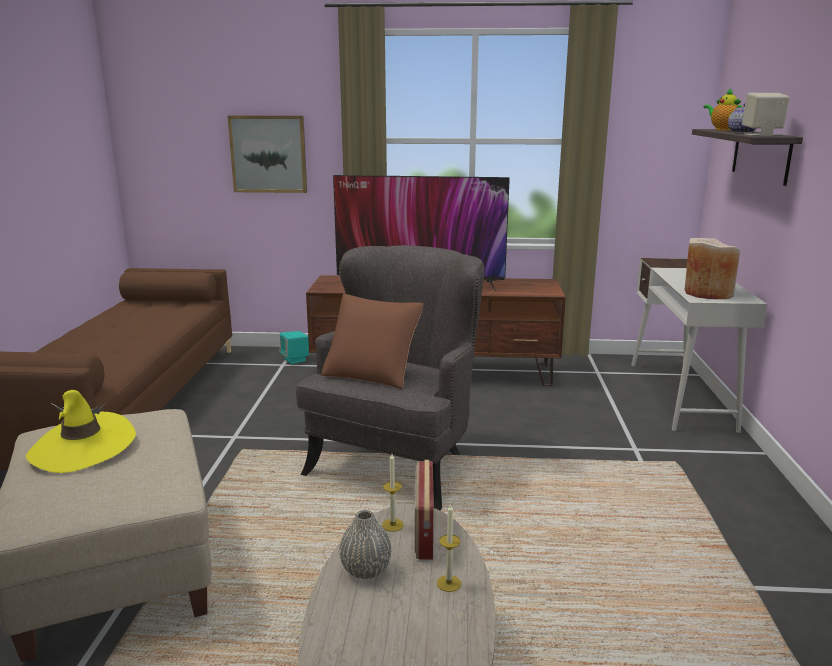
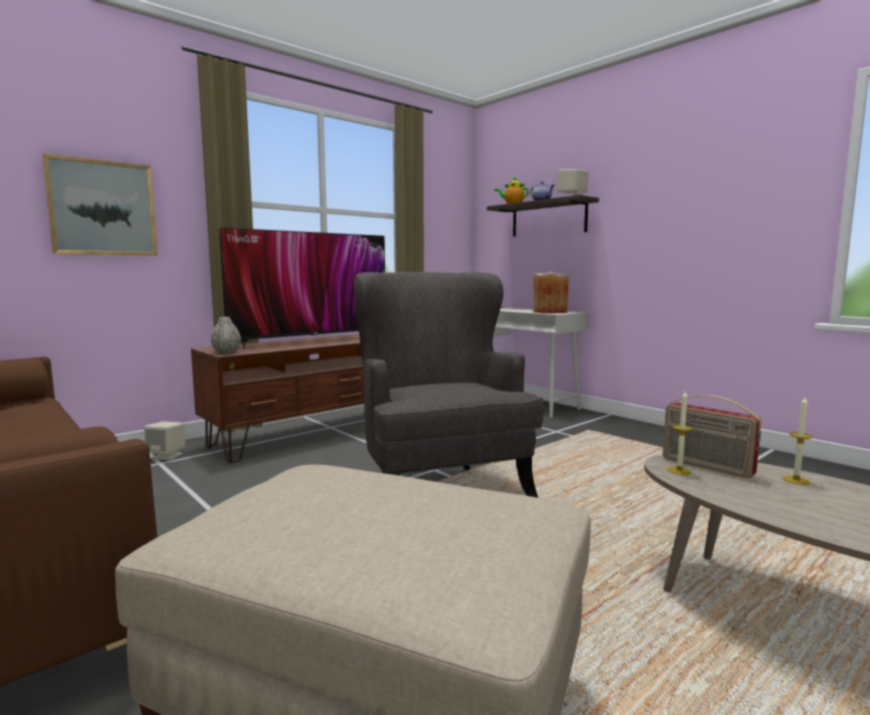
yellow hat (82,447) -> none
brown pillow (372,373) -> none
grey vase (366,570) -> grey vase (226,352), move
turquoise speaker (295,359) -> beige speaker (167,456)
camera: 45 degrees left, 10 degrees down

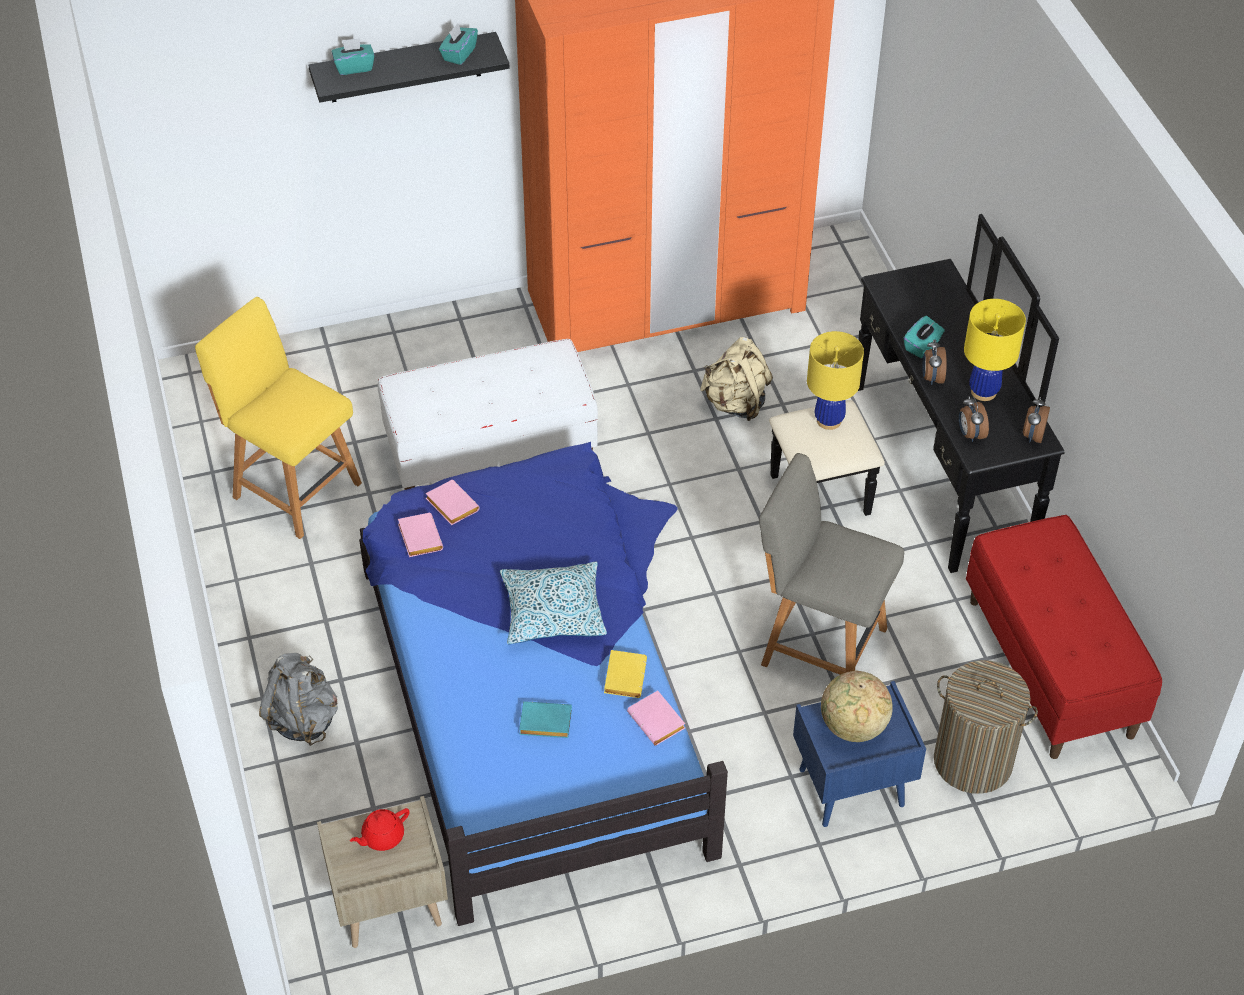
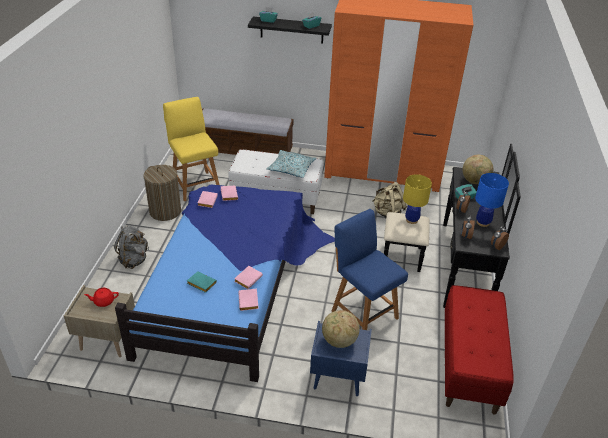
none -> bench (245,149)
none -> globe (475,181)
pillow (553,612) -> pillow (291,168), move
laundry basket (972,761) -> laundry basket (165,211), move
yellow book (623,676) -> pink book (248,278)
grey chair (819,644) -> blue chair (363,313)
yellow table lamp (983,391) -> blue table lamp (483,222)
camera: 25 degrees right, 10 degrees down

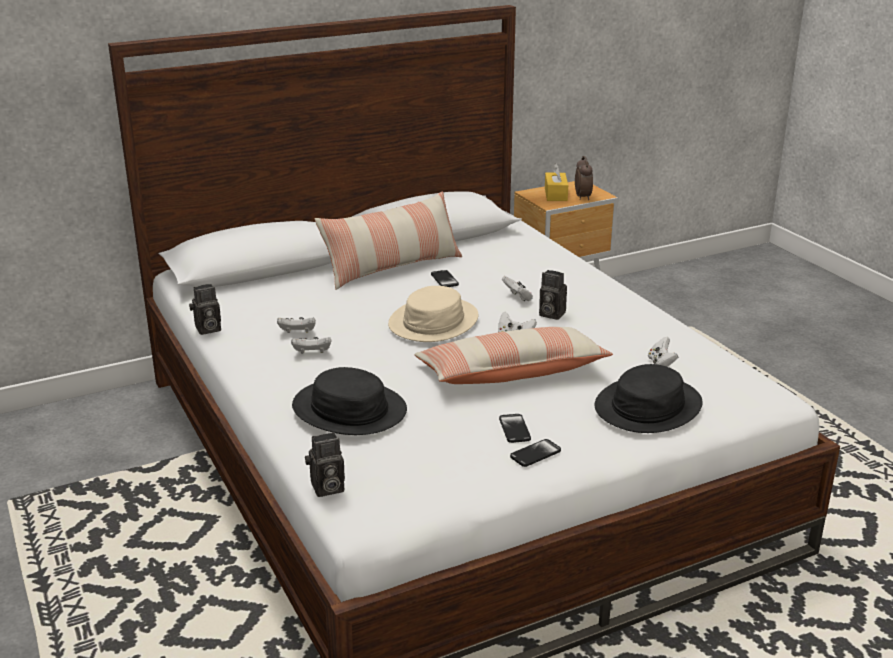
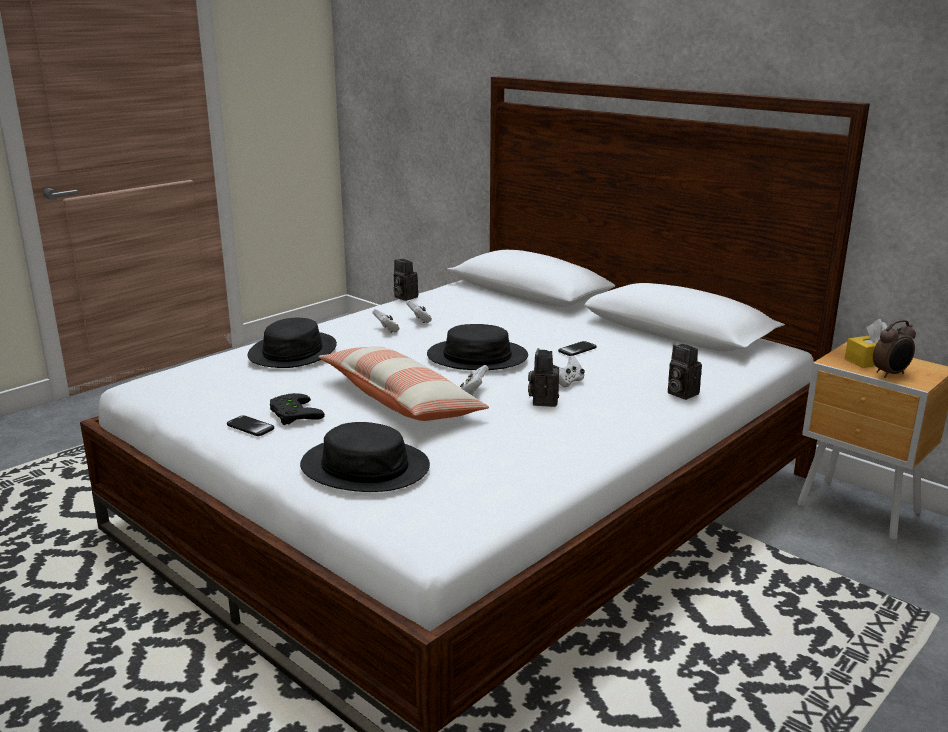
pillow (392,267) -> none
white game controller (661,364) -> none
photo camera (326,488) -> photo camera (680,393), move
phone (514,429) -> black game controller (291,414)
beige hat (434,322) -> black hat (477,357)
camera: 70 degrees right, 5 degrees down

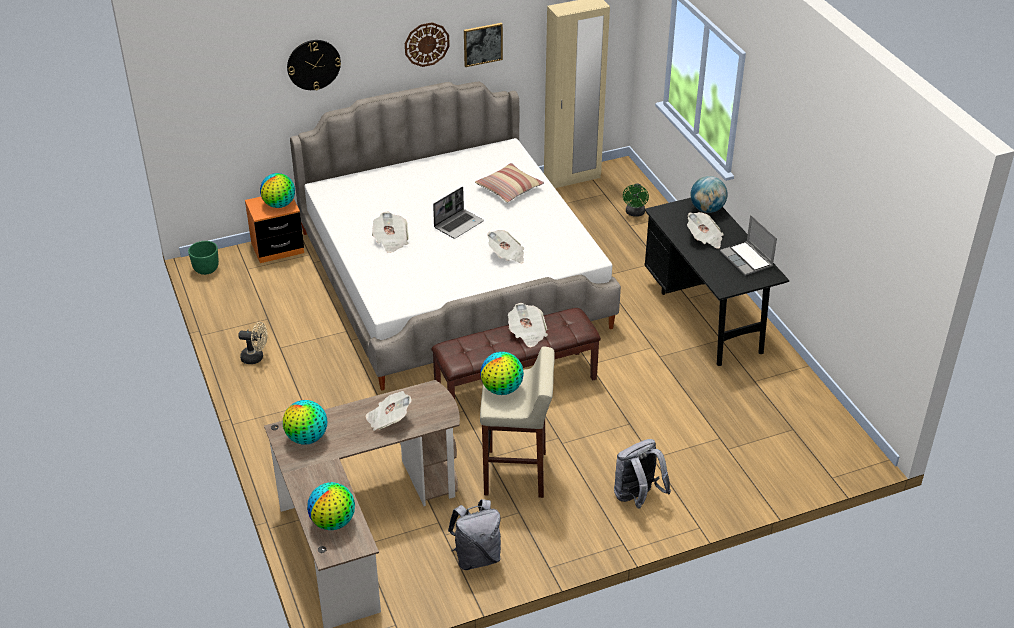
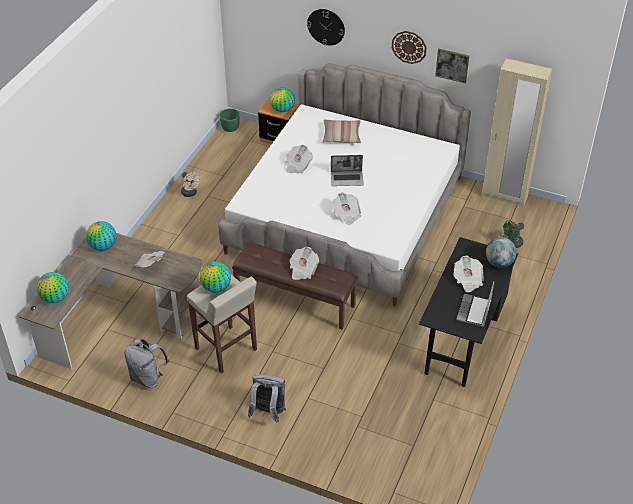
pillow (509,189) -> pillow (341,135), move
camera: 45 degrees right, 5 degrees up

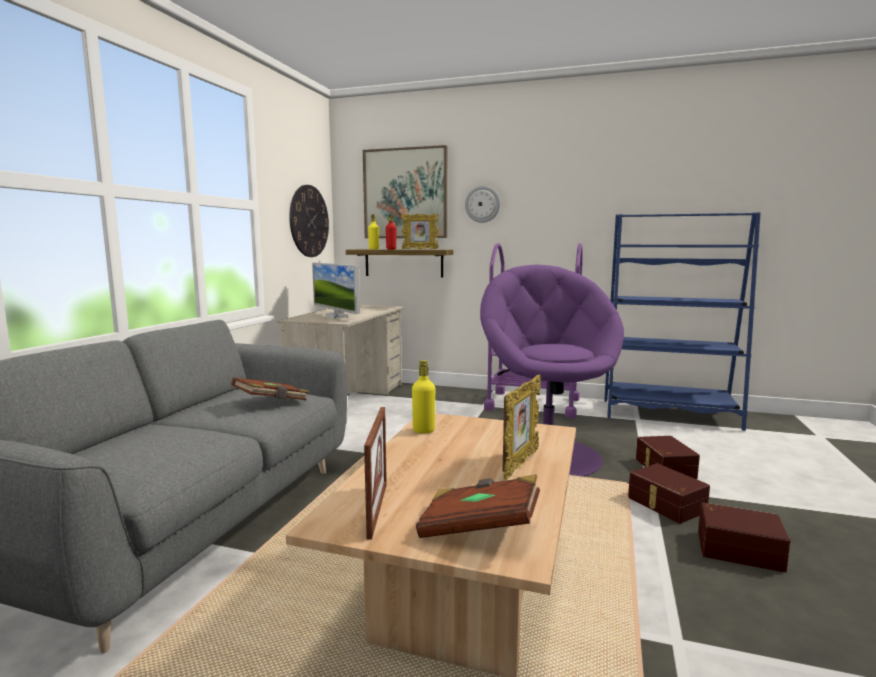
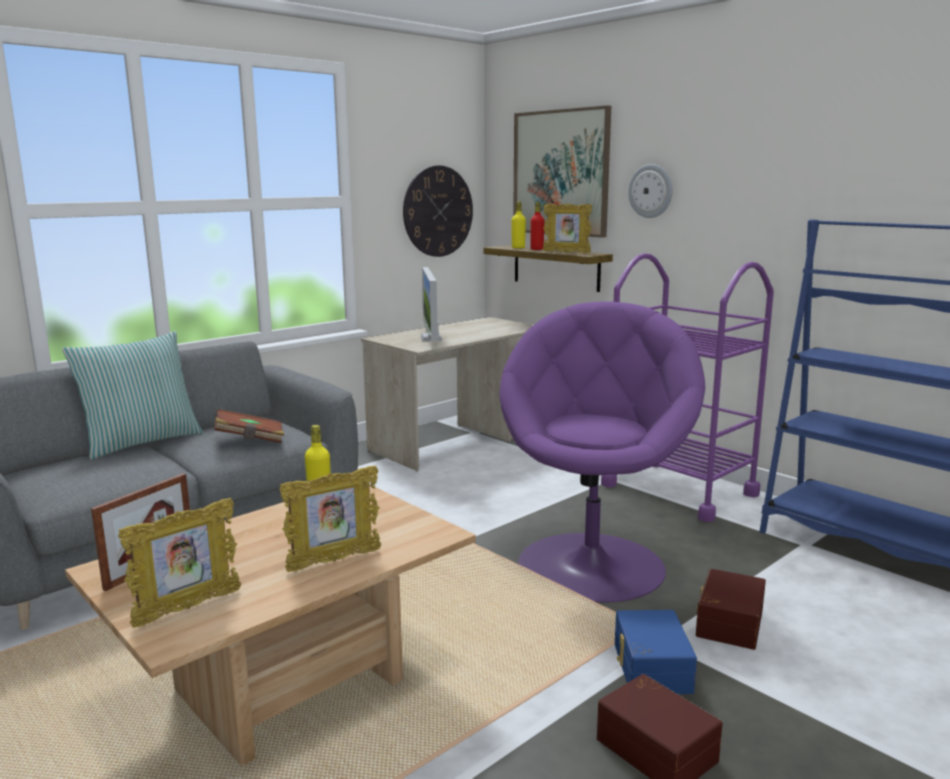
none -> pillow (141,442)
brown book (479,528) -> picture frame (187,608)
brown storage box (665,505) -> blue storage box (650,667)
camera: 30 degrees right, 5 degrees up

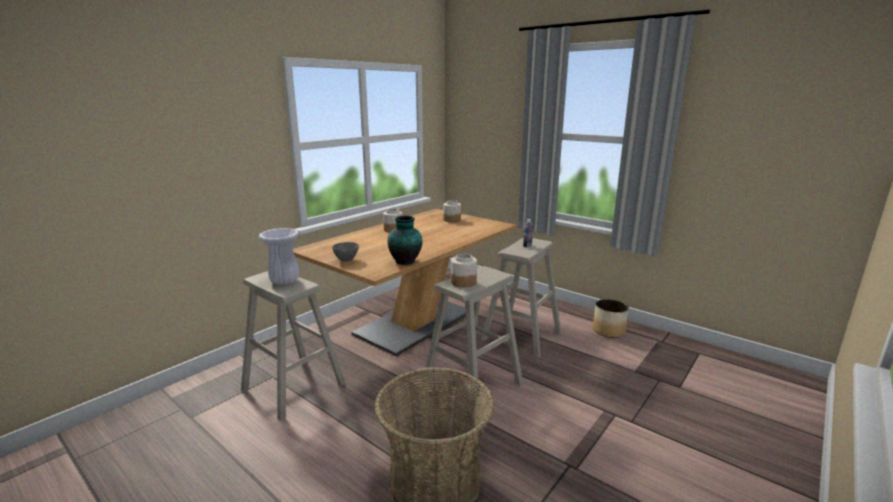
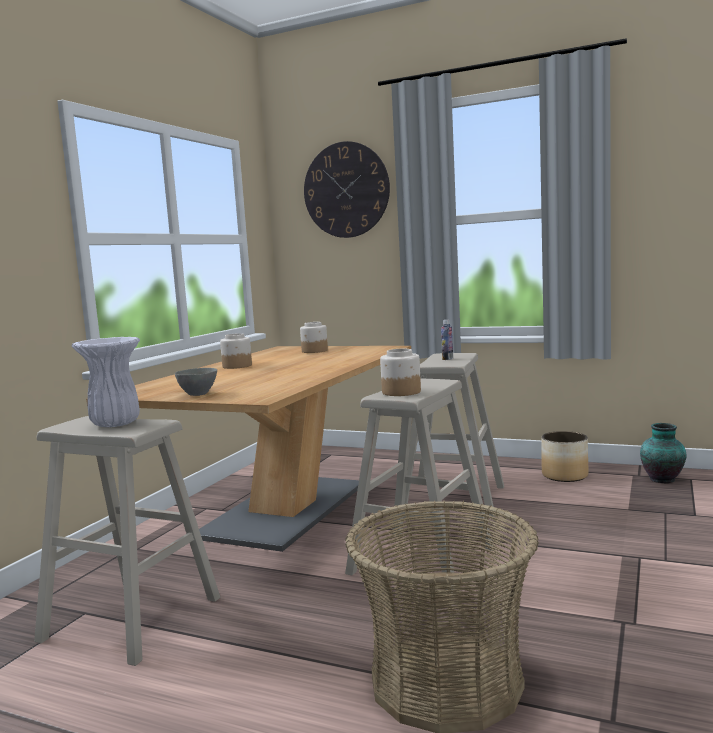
none -> wall clock (346,190)
vase (406,261) -> vase (663,479), move
camera: 15 degrees left, 10 degrees down

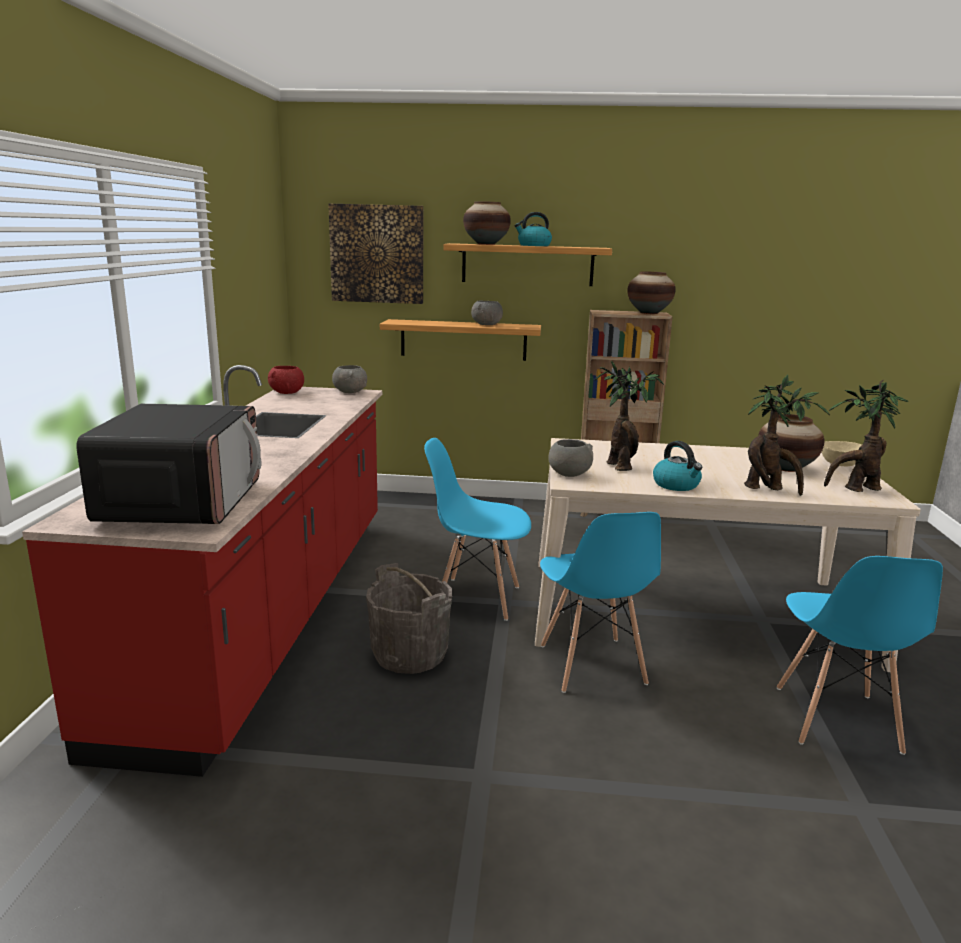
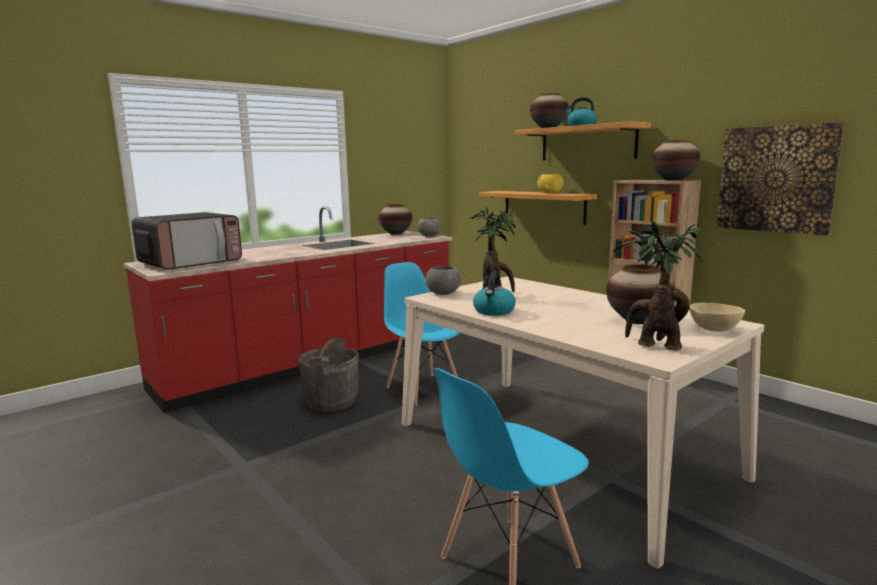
blue chair (591,665) -> none
potted plant (768,489) -> none
picture (377,254) -> picture (776,179), move
red bowl (287,392) -> vase (396,233)
grey bowl (486,324) -> yellow bowl (550,193)
camera: 45 degrees right, 5 degrees down

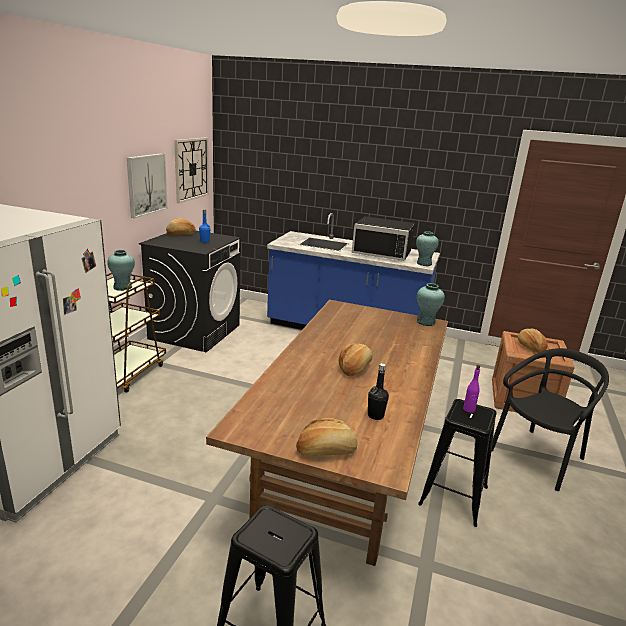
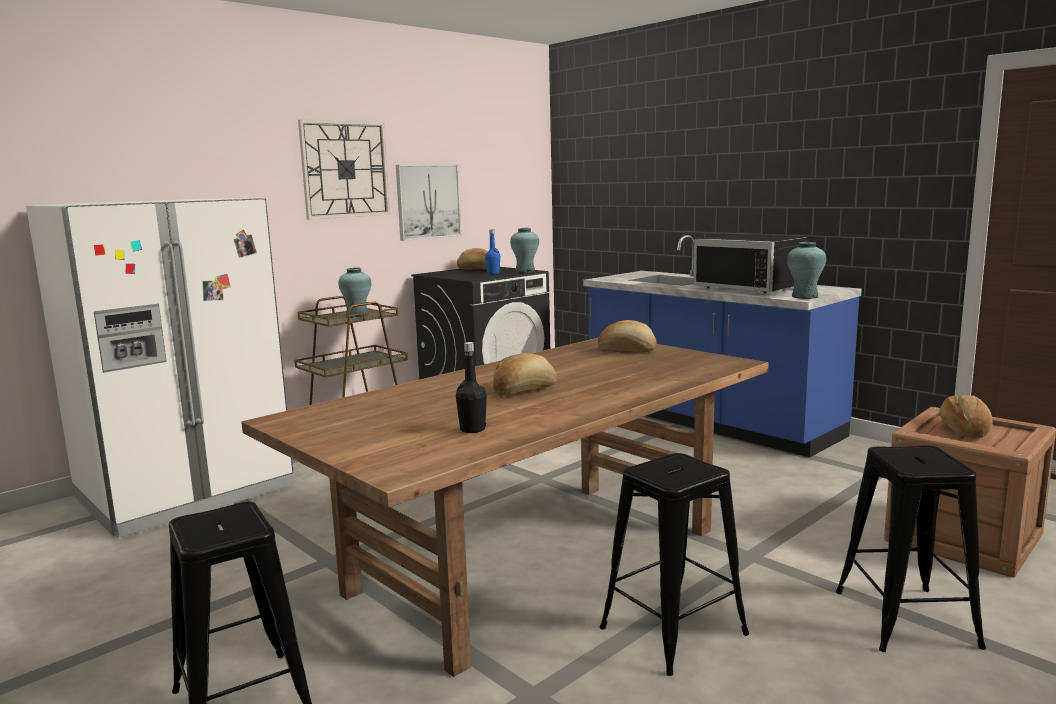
purple bottle (469,409) -> none
wall clock (191,169) -> wall clock (345,169), move
bread (326,451) -> bread (627,351), move
turquoise vase (426,322) -> turquoise vase (525,271), move
black chair (538,457) -> black stool (905,618)
camera: 30 degrees right, 10 degrees down

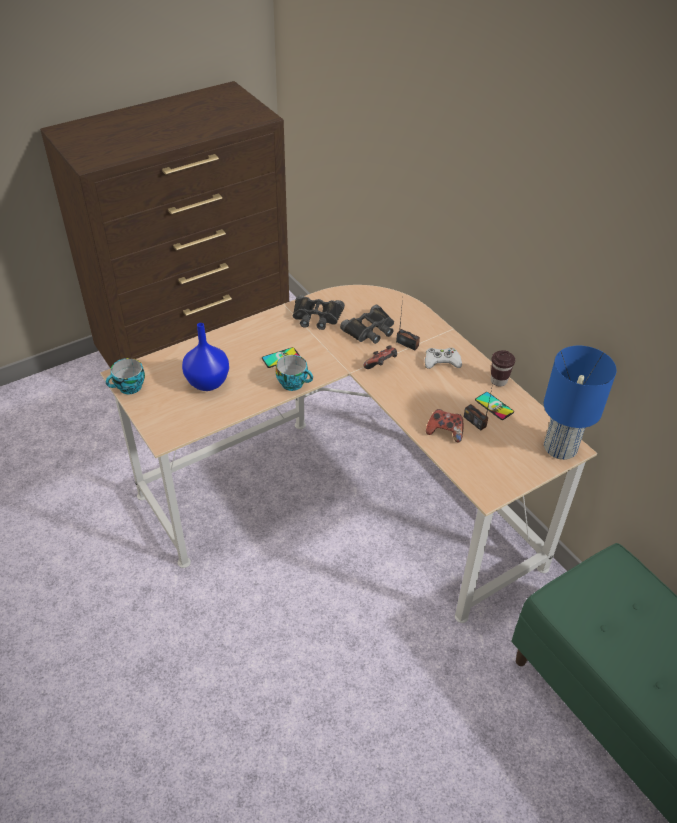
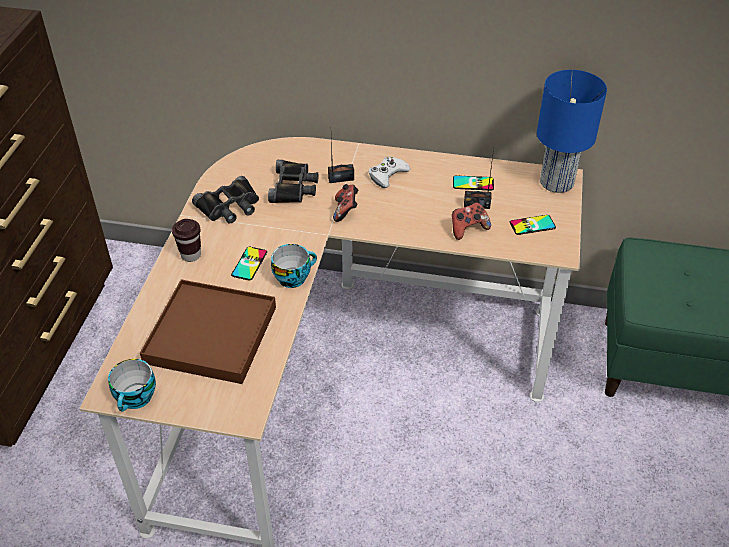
none -> phone (532,225)
brown cup (498,381) -> brown cup (191,255), move
blue vase (207,382) -> brown tray (210,335)
camera: 45 degrees left, 0 degrees up

